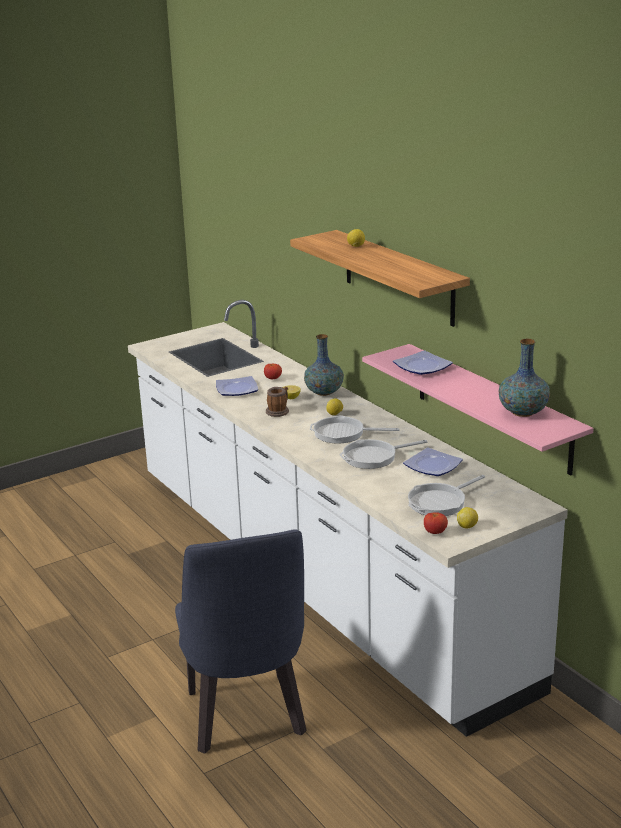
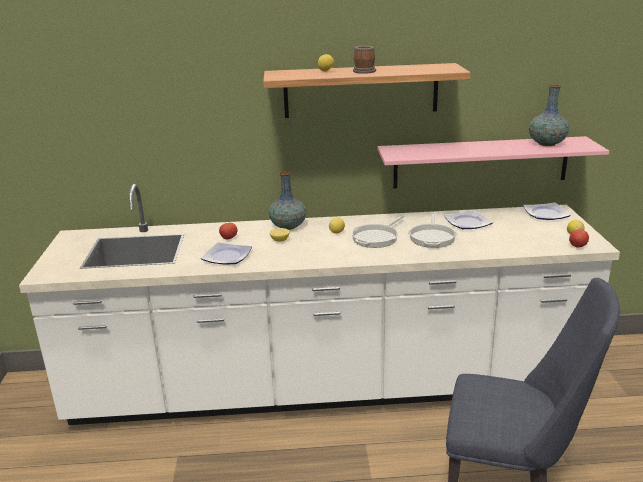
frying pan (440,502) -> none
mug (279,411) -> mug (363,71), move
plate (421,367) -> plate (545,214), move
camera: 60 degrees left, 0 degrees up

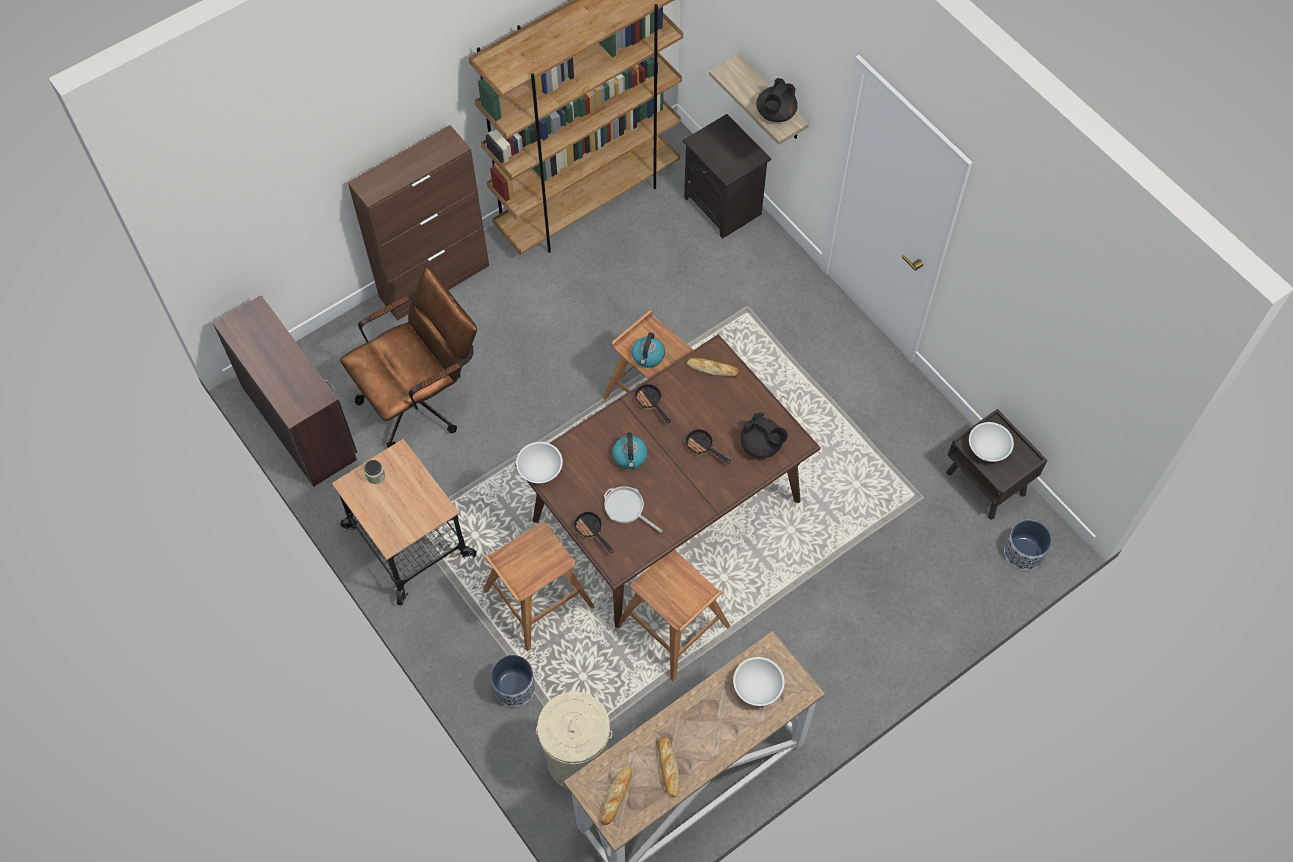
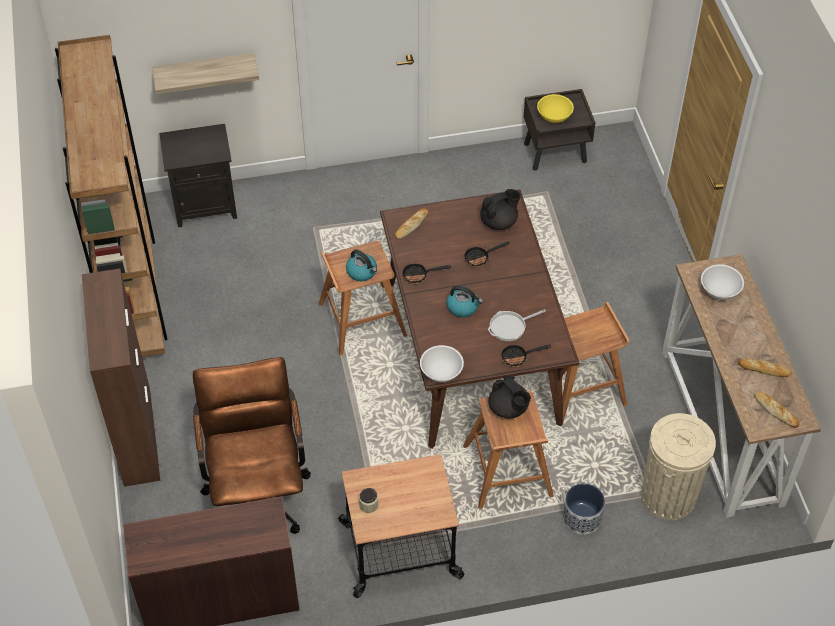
planter (1023,552) -> none
black teapot (775,114) -> black teapot (508,408), move
white bowl (987,449) -> yellow bowl (554,116)
camera: 65 degrees left, 10 degrees down

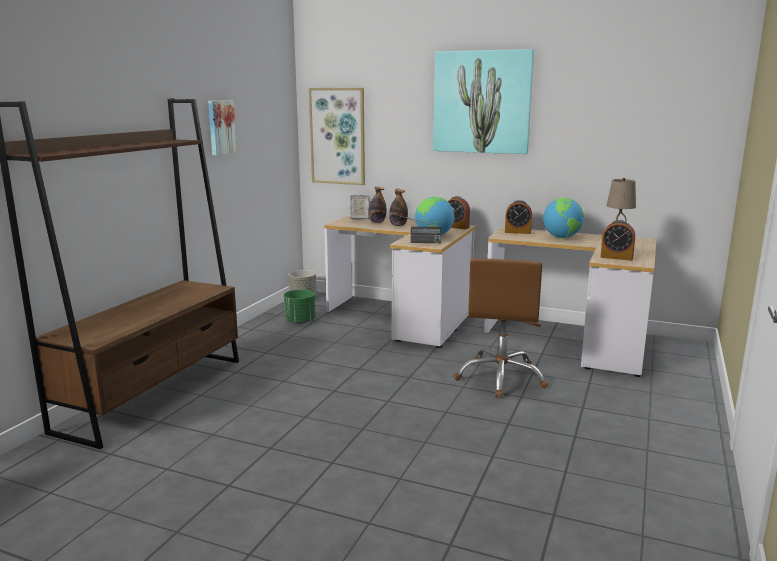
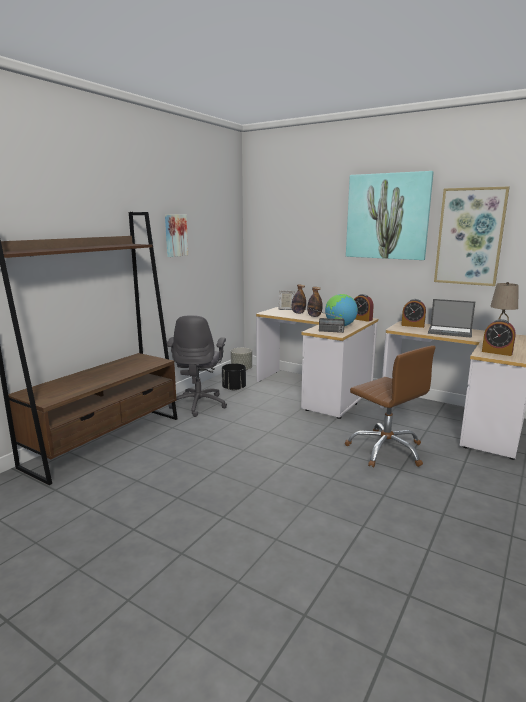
none -> grey office chair (199,404)
picture (338,136) -> picture (469,237), move
globe (562,237) -> laptop (450,332)
green planter (300,321) -> black planter (234,388)
brown office chair (501,377) -> brown office chair (386,450), 60 degrees counterclockwise
camera: 10 degrees right, 0 degrees up

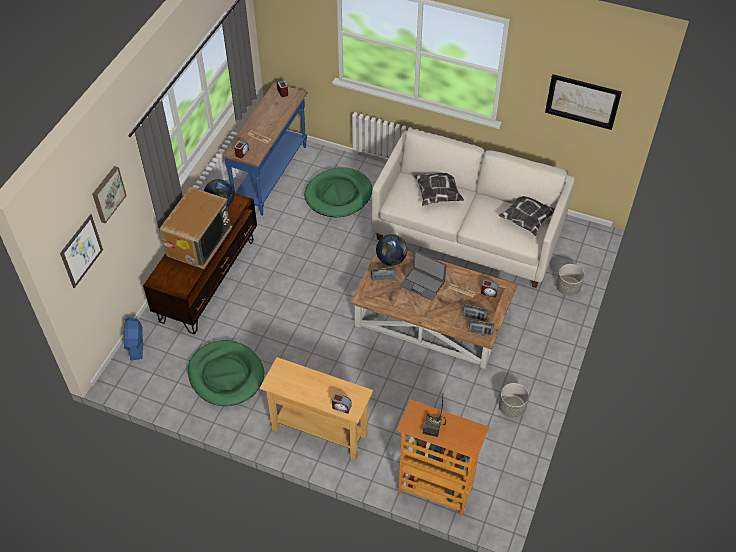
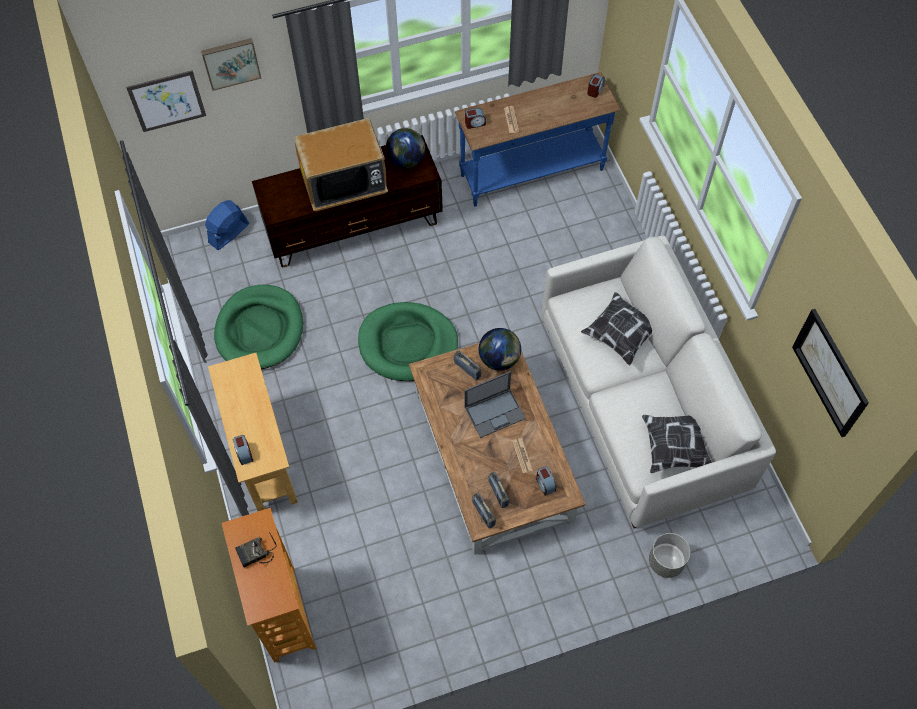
grey planter (512,408) -> none
green dog bed (338,195) -> green dog bed (408,344), move
laptop (423,284) -> laptop (495,412), 105 degrees counterclockwise
camera: 50 degrees right, 10 degrees up

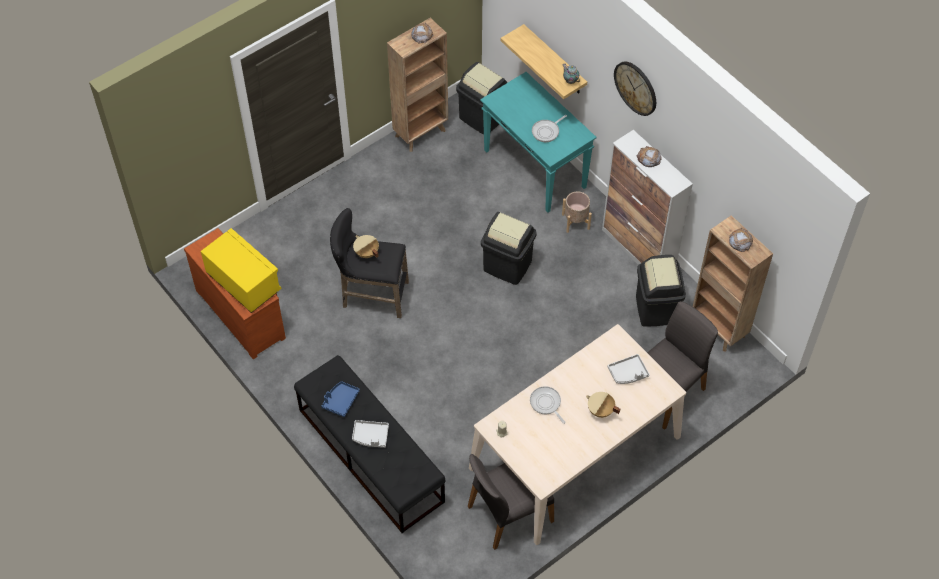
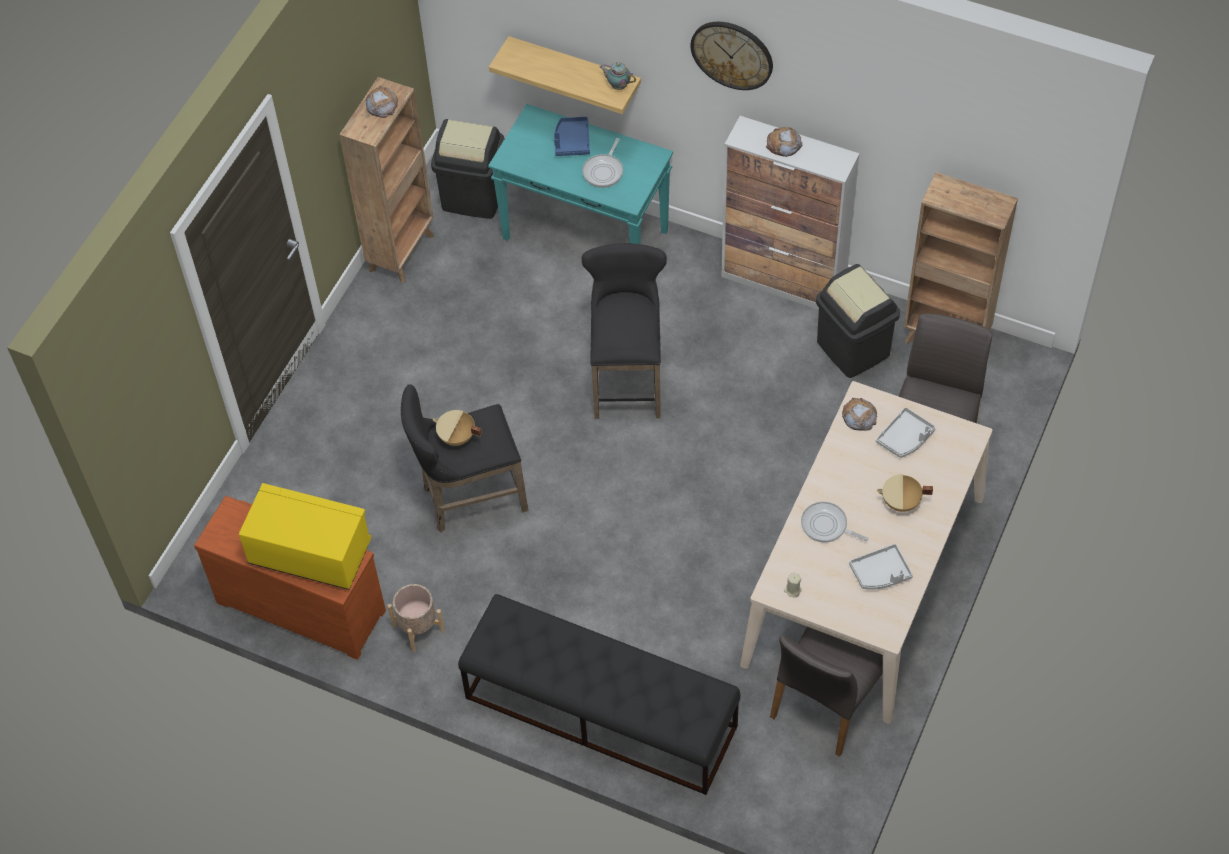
blue tray (340,401) -> blue tray (572,141), move
grey tray (370,436) -> grey tray (880,573), move
beige planter (575,221) -> beige planter (418,628), move
bread (740,241) -> bread (859,416), move
black trash can (507,265) -> black stool (627,377)
camera: 25 degrees left, 0 degrees up

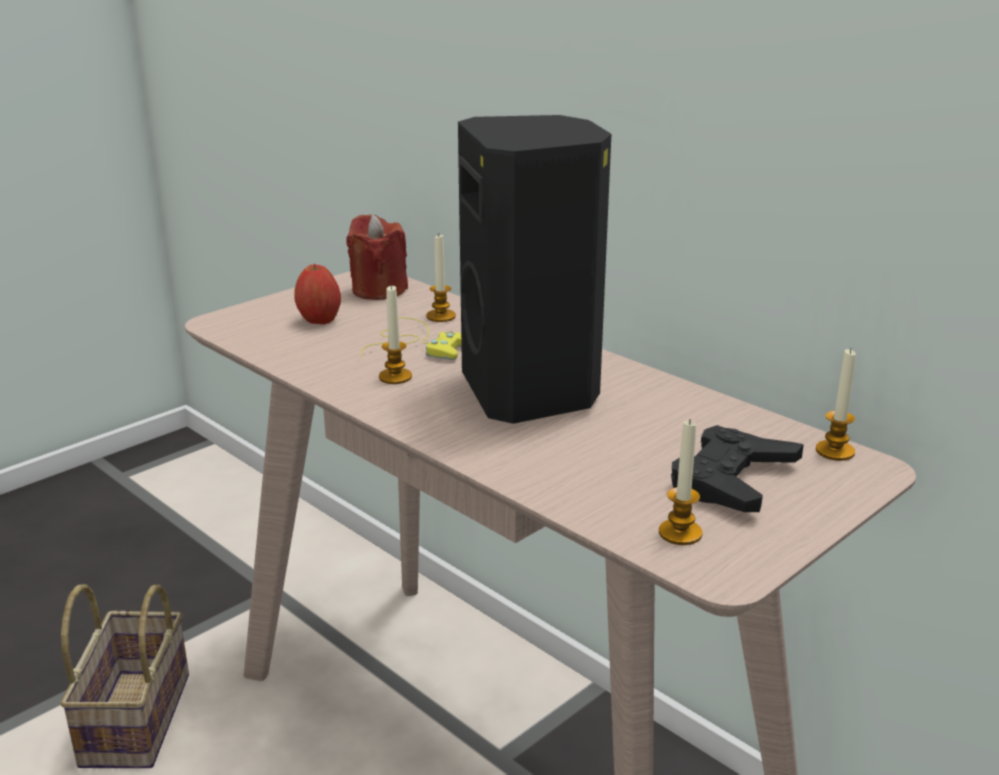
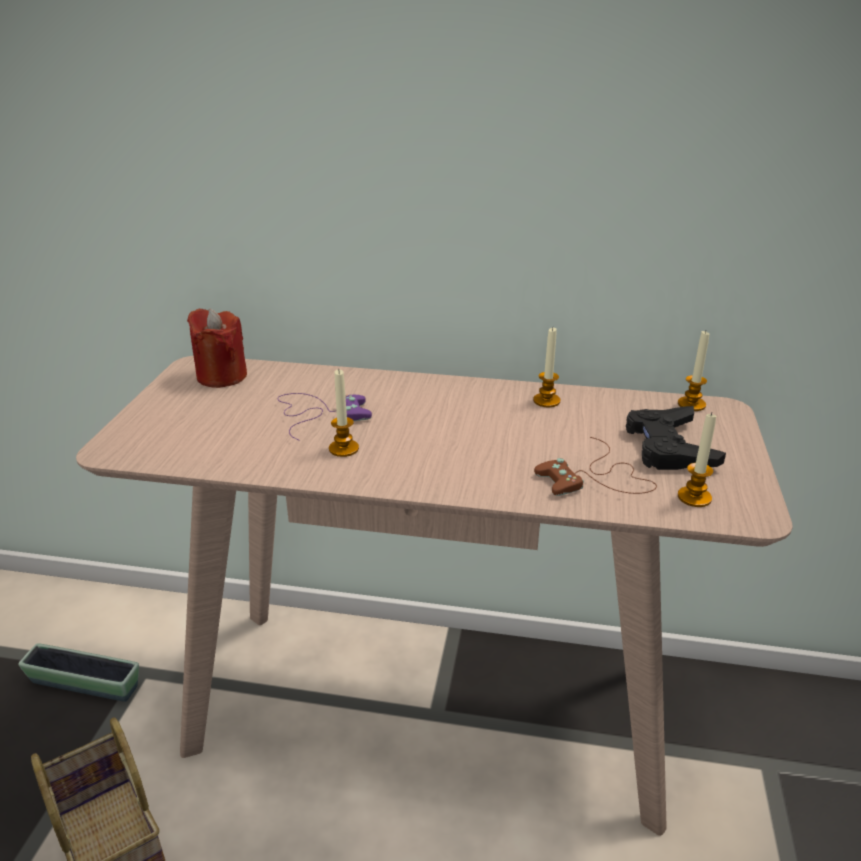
apple (319,320) -> none
black speaker (532,393) -> none
none -> planter (85,684)
none -> brown game controller (597,478)
candle (441,316) -> candle (546,401), move
yellow game controller (415,343) -> purple game controller (318,414)
camera: 35 degrees left, 5 degrees up

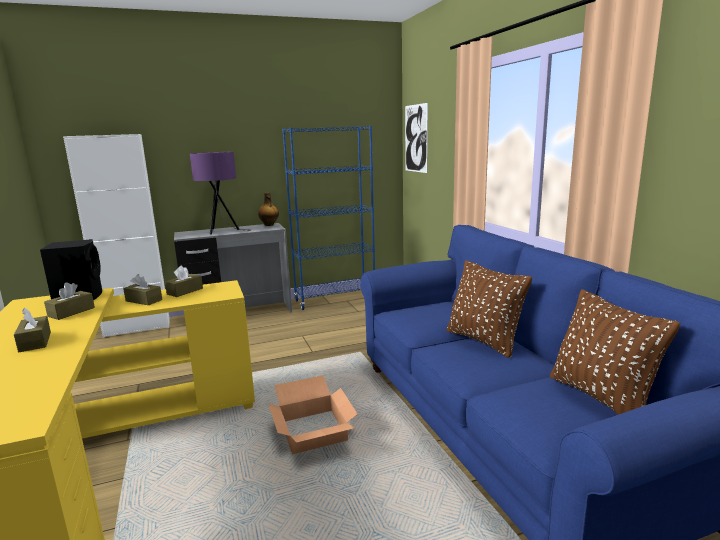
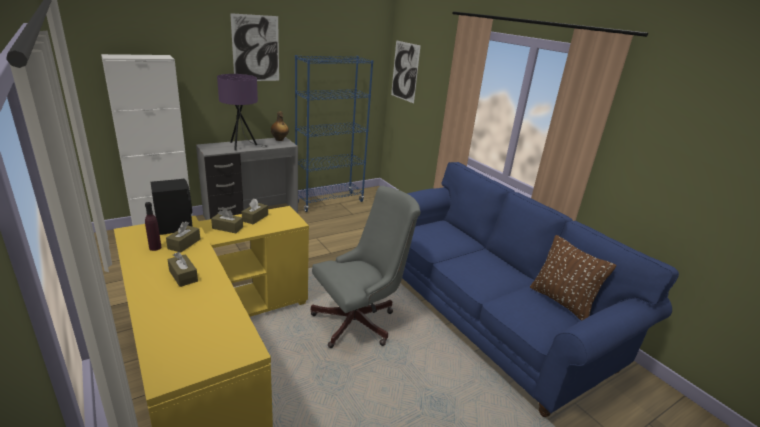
brown pillow (484,341) -> none
none -> purple bottle (155,247)
none -> picture (256,48)
cardboard box (314,432) -> grey office chair (360,321)
camera: 15 degrees left, 10 degrees up

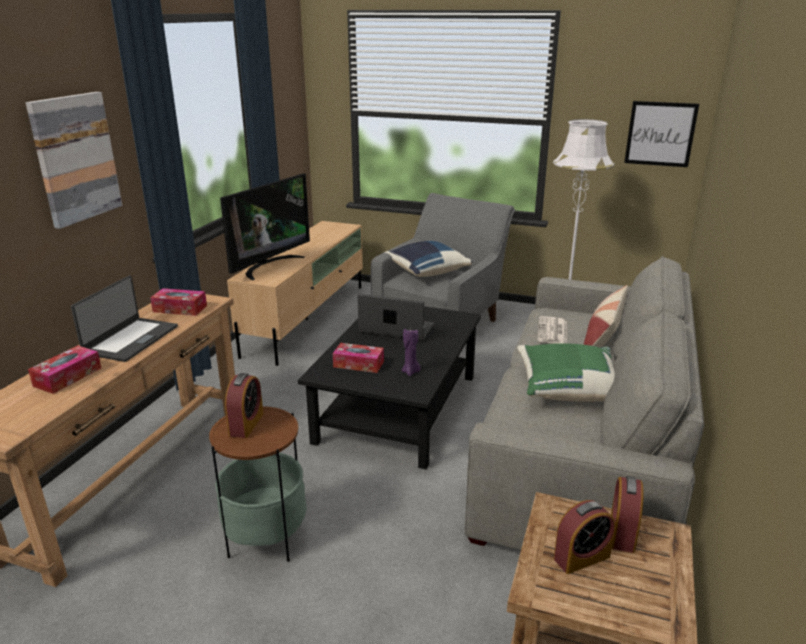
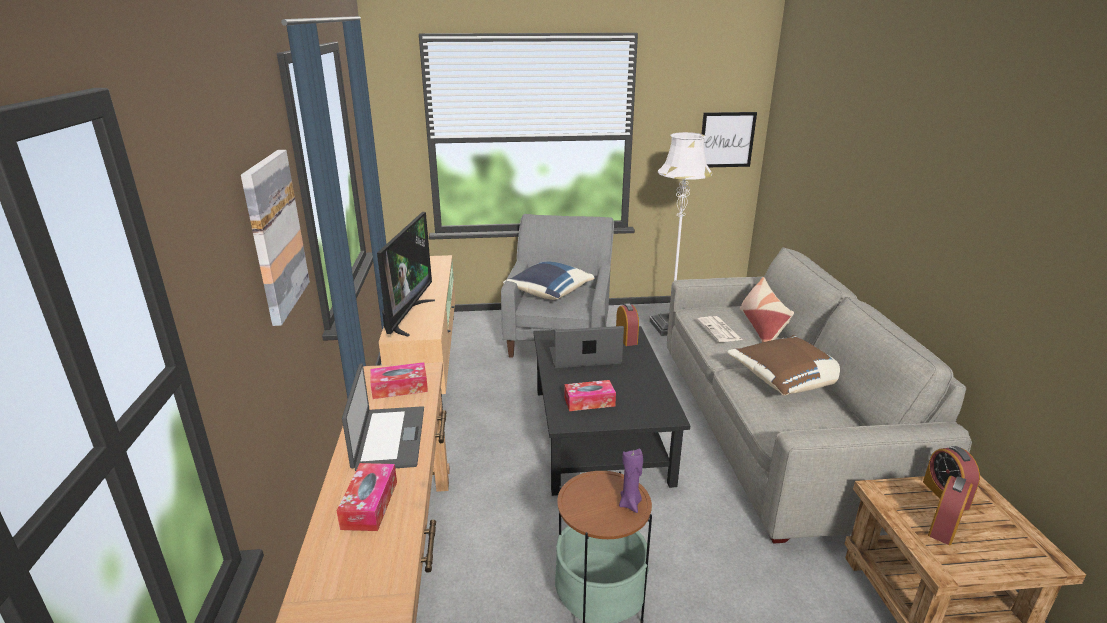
alarm clock (246,424) -> alarm clock (626,338), move
purple candle (411,372) -> purple candle (630,504), move
green pillow (567,389) -> brown pillow (786,380)
camera: 25 degrees left, 0 degrees up

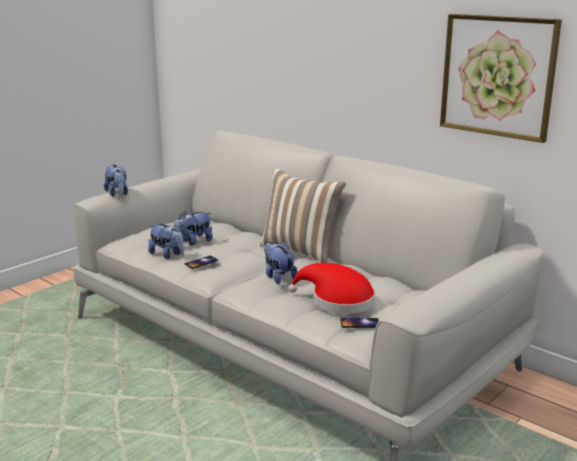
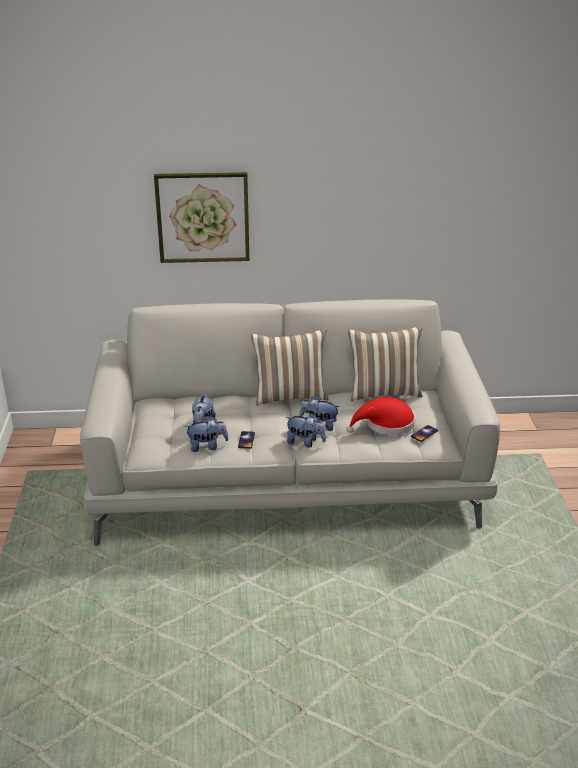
none -> pillow (384,392)
plush toy (117,194) -> plush toy (305,442), move
picture (497,76) -> picture (203,217), move
camera: 45 degrees left, 10 degrees up

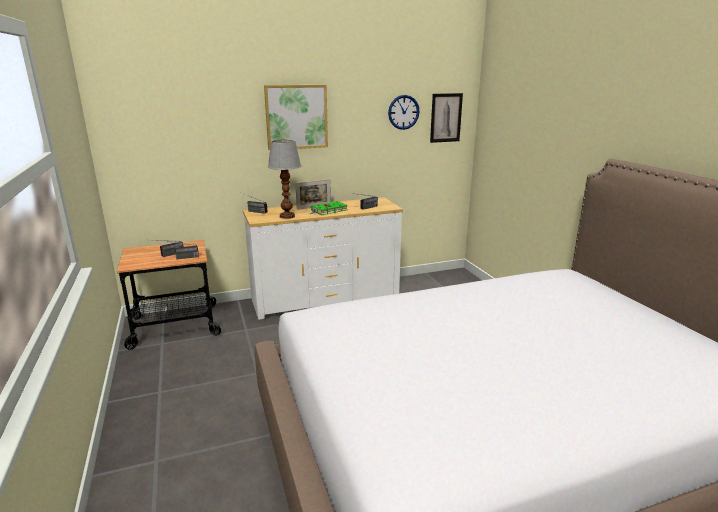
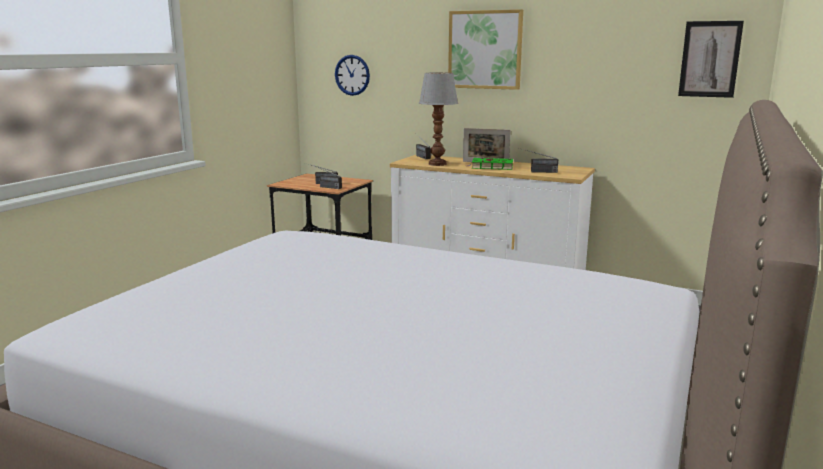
wall clock (403,112) -> wall clock (352,75), move
camera: 45 degrees right, 5 degrees down

